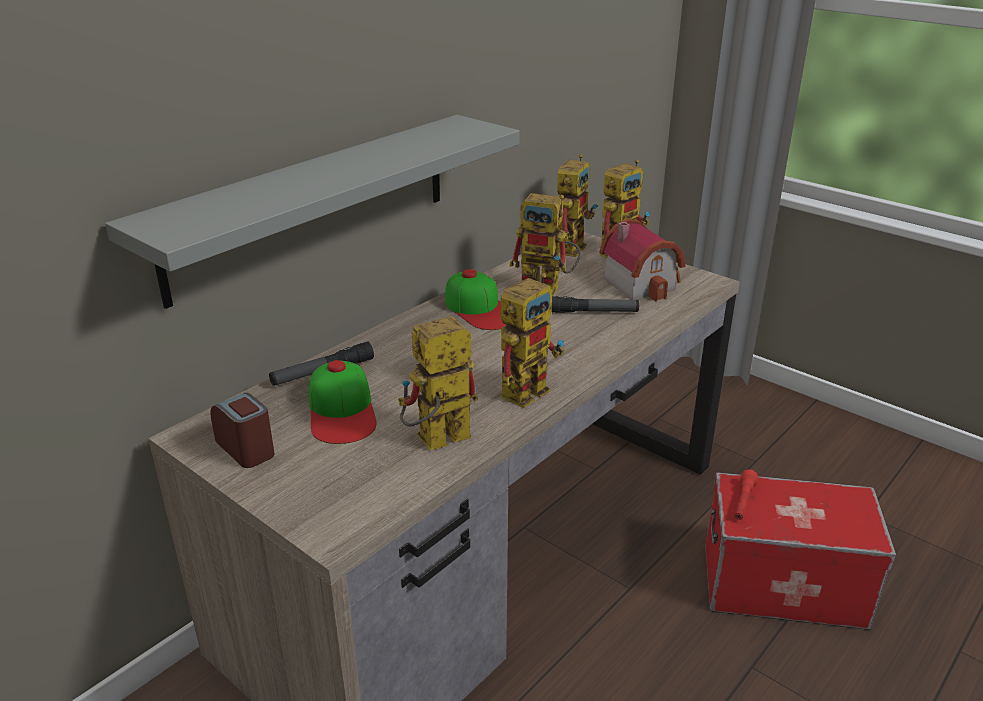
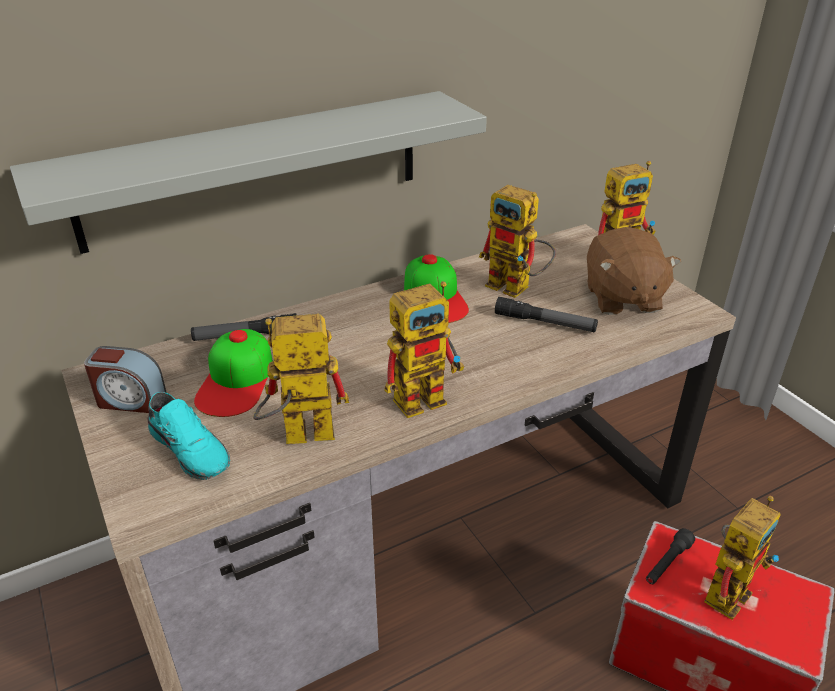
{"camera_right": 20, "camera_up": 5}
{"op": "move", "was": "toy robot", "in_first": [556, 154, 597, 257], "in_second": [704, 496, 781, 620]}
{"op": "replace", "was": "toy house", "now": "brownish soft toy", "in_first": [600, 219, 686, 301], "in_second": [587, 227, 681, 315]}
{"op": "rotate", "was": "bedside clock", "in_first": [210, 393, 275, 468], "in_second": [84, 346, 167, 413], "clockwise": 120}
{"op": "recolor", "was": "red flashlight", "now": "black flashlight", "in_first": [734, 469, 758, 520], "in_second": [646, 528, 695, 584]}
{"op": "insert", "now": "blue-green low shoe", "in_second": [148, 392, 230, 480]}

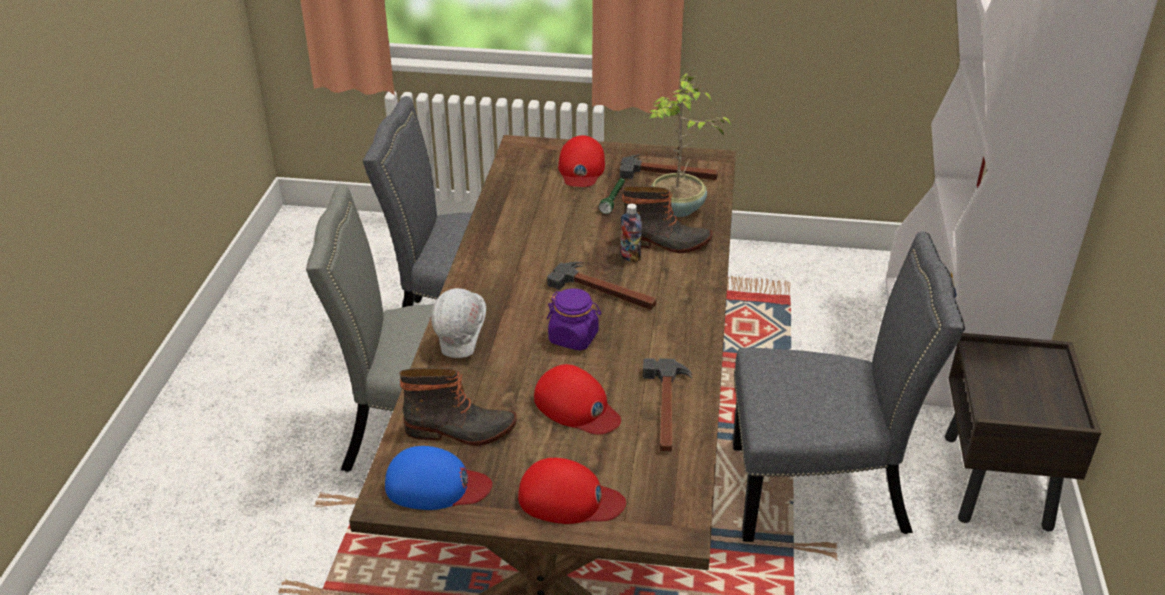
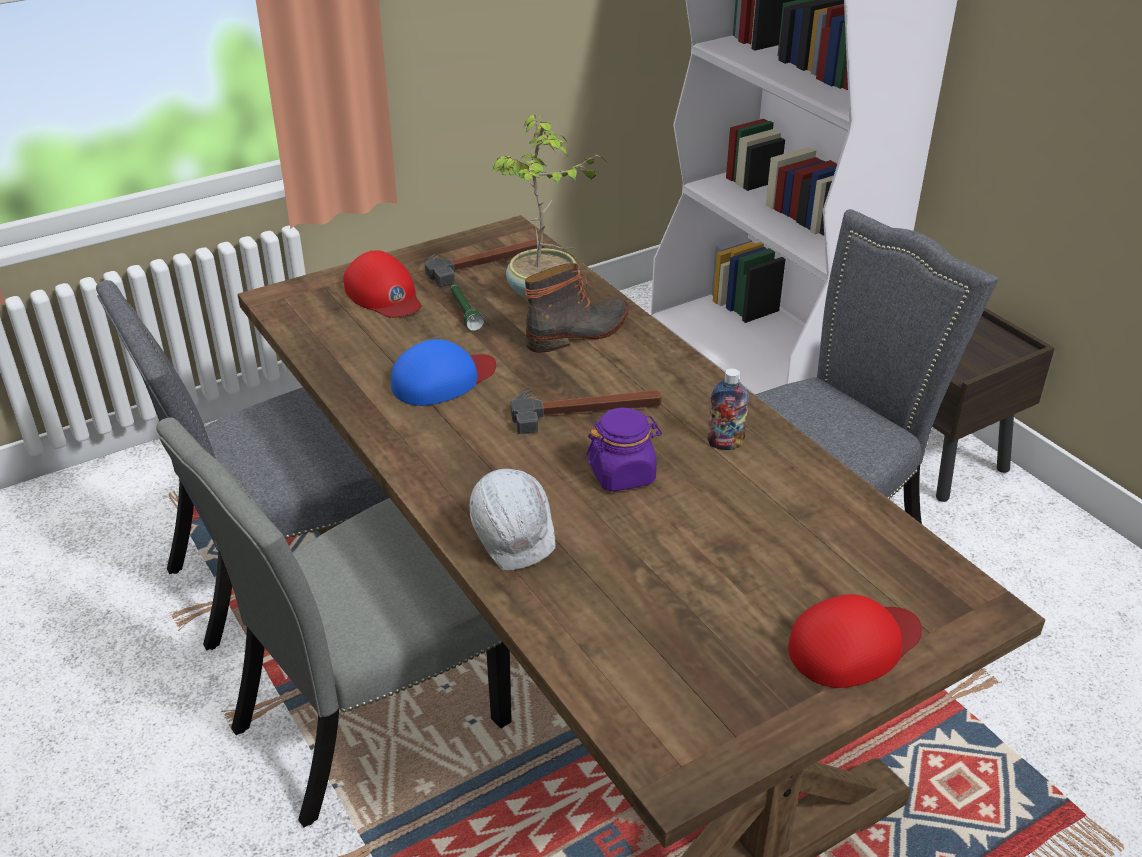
{"camera_right": -40, "camera_up": 0}
{"op": "move", "was": "beverage bottle", "in_first": [620, 204, 642, 262], "in_second": [707, 368, 749, 450]}
{"op": "delete", "was": "hand hammer", "in_first": [643, 358, 692, 452]}
{"op": "delete", "was": "red cap", "in_first": [534, 364, 621, 435]}
{"op": "delete", "was": "high-top boot", "in_first": [399, 368, 517, 446]}
{"op": "move", "was": "blue-coloured cap", "in_first": [385, 446, 492, 510], "in_second": [391, 339, 496, 406]}

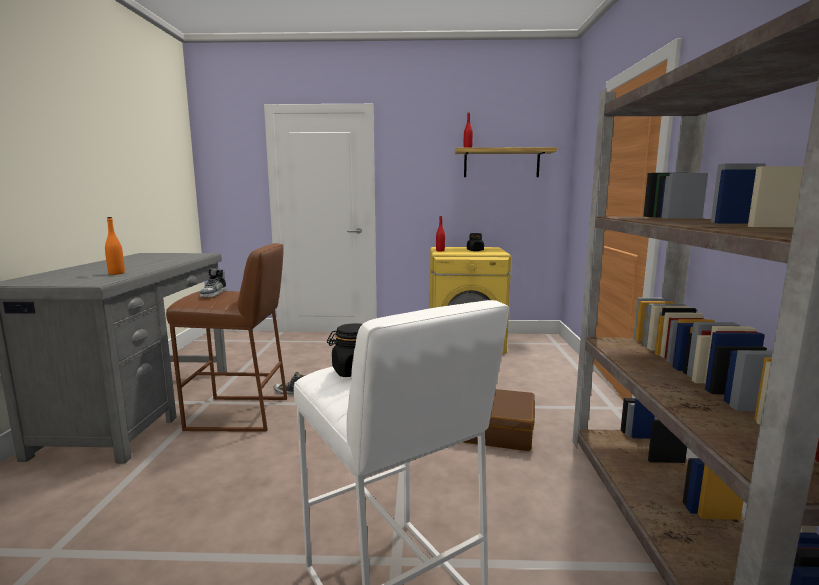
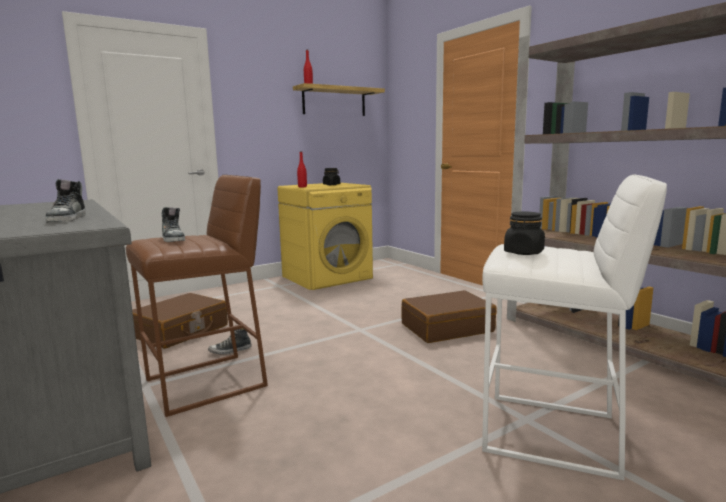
{"camera_right": -35, "camera_up": 0}
{"op": "replace", "was": "orange-coloured beverage bottle", "now": "low shoe", "in_first": [105, 217, 125, 275], "in_second": [45, 179, 86, 222]}
{"op": "insert", "now": "brownish travel case", "in_second": [132, 293, 228, 349]}

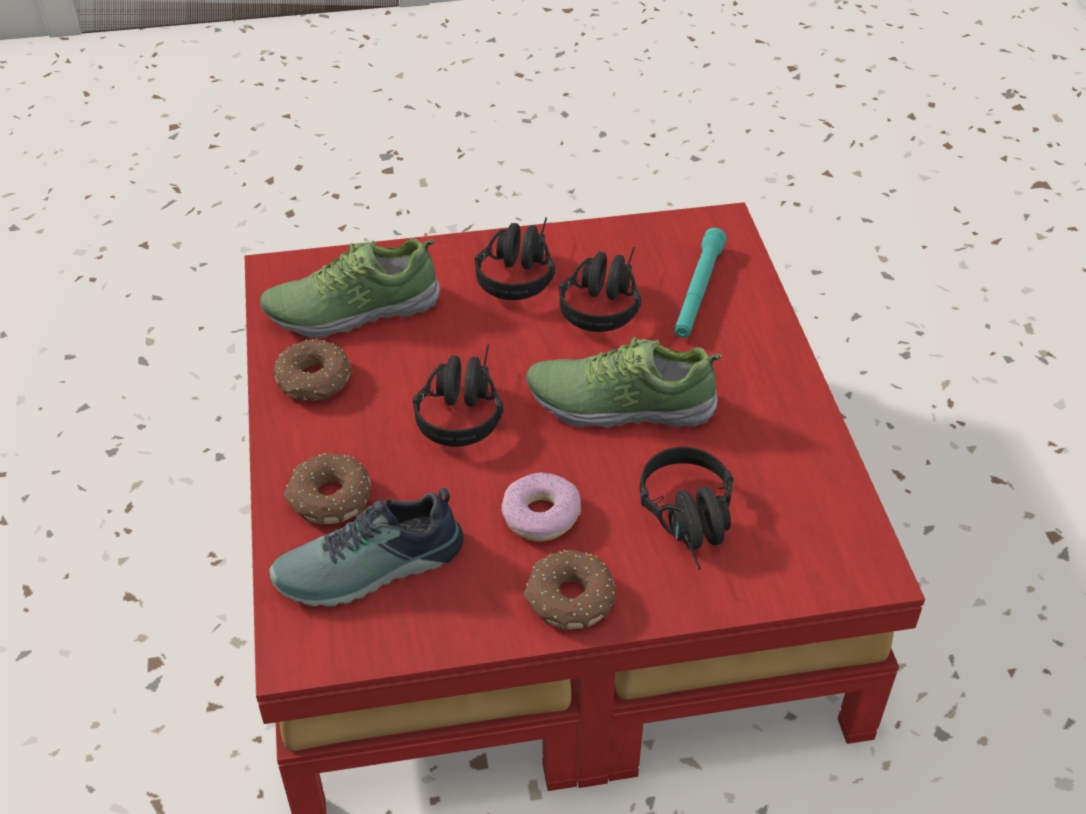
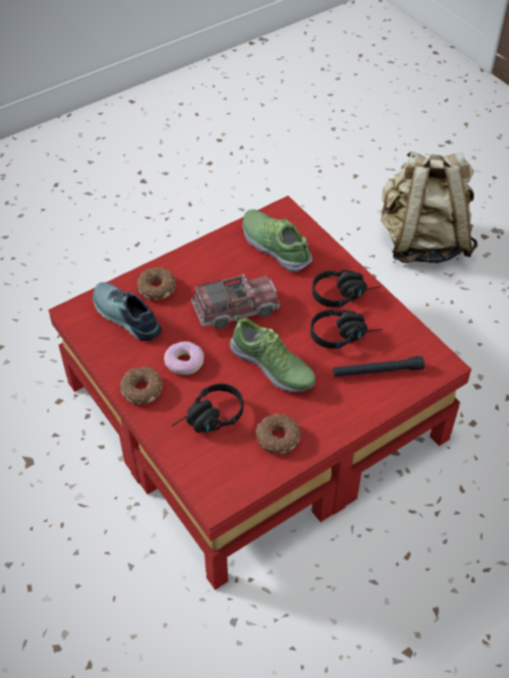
{"camera_right": 65, "camera_up": 5}
{"op": "recolor", "was": "blue-green flashlight", "now": "black flashlight", "in_first": [674, 228, 727, 338], "in_second": [333, 356, 425, 377]}
{"op": "rotate", "was": "low shoe", "in_first": [526, 337, 722, 428], "in_second": [230, 315, 316, 392], "clockwise": 150}
{"op": "move", "was": "donut", "in_first": [274, 339, 352, 401], "in_second": [255, 413, 301, 454]}
{"op": "replace", "was": "black headset", "now": "model truck", "in_first": [413, 344, 503, 447], "in_second": [191, 274, 280, 329]}
{"op": "insert", "now": "sand-coloured knapsack", "in_second": [381, 151, 478, 263]}

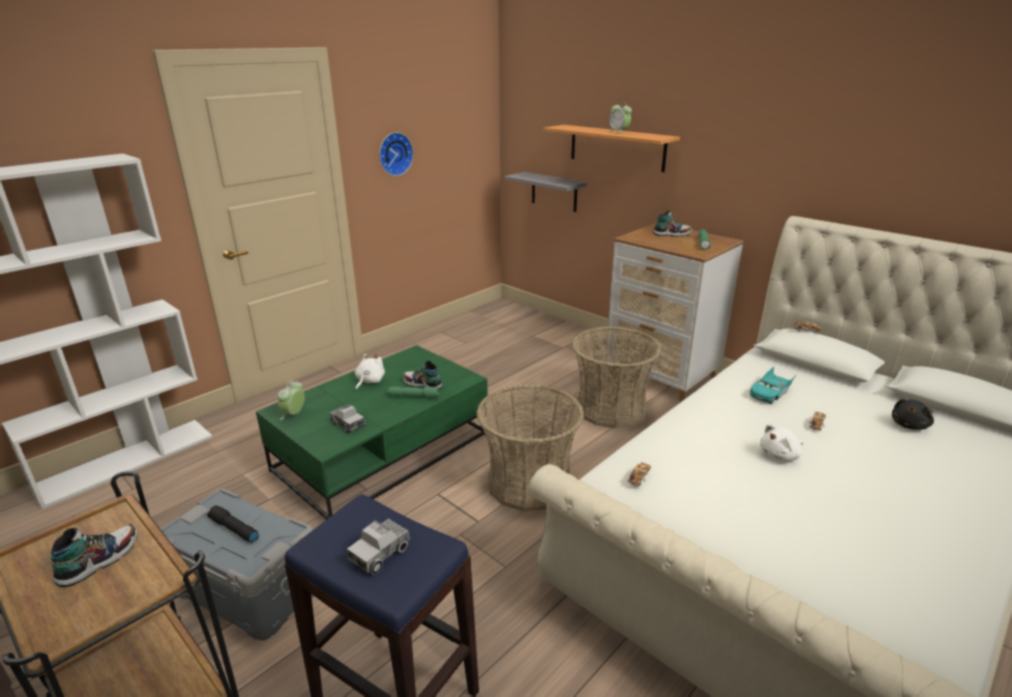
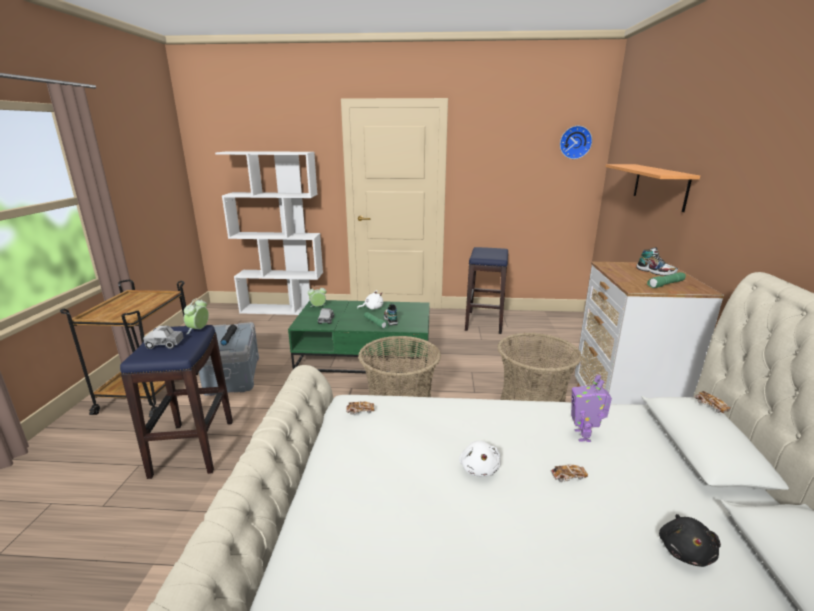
{"camera_right": 50, "camera_up": -5}
{"op": "move", "was": "bedside clock", "in_first": [609, 101, 632, 134], "in_second": [184, 298, 209, 335]}
{"op": "move", "was": "wall clock", "in_first": [379, 132, 413, 176], "in_second": [560, 126, 592, 159]}
{"op": "delete", "was": "greyish wall shelf", "in_first": [505, 172, 587, 212]}
{"op": "replace", "was": "blue-green model car", "now": "toy robot", "in_first": [750, 367, 797, 404], "in_second": [571, 374, 612, 442]}
{"op": "rotate", "was": "black soft toy", "in_first": [892, 399, 934, 430], "in_second": [659, 514, 721, 567], "clockwise": -75}
{"op": "rotate", "was": "white soft toy", "in_first": [760, 424, 803, 461], "in_second": [459, 440, 501, 477], "clockwise": -120}
{"op": "delete", "was": "low shoe", "in_first": [51, 524, 137, 587]}
{"op": "insert", "now": "stool", "in_second": [465, 247, 508, 334]}

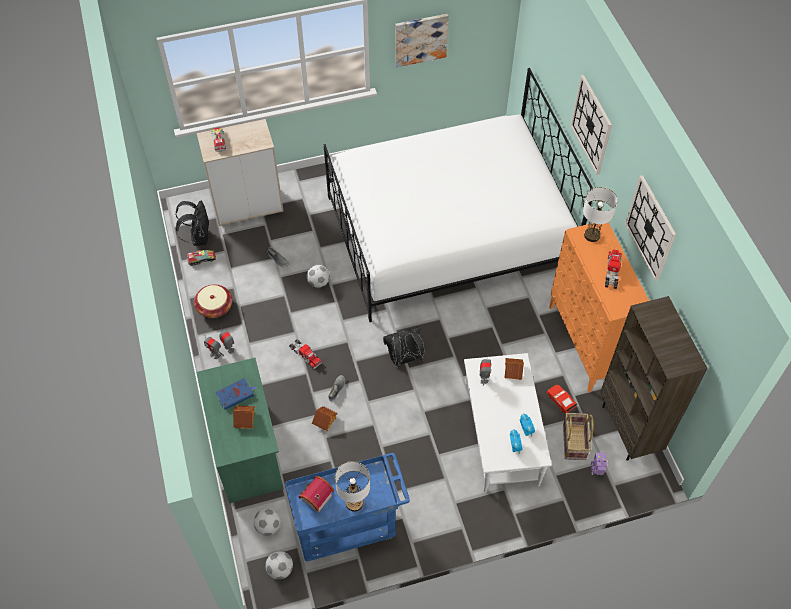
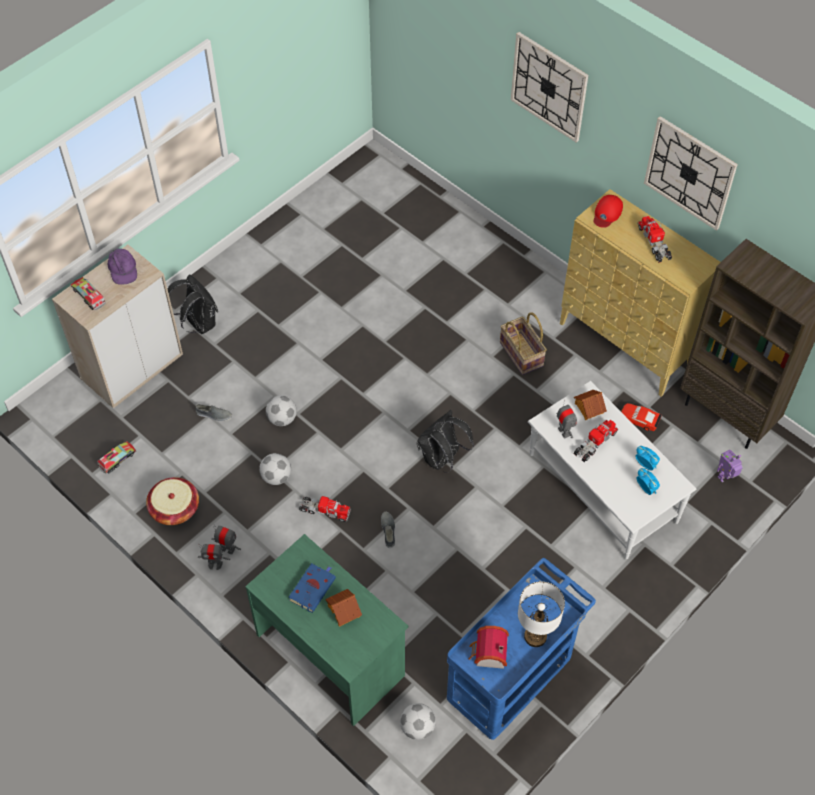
{"camera_right": -30, "camera_up": 0}
{"op": "delete", "was": "wall art", "in_first": [395, 14, 449, 67]}
{"op": "delete", "was": "white bed", "in_first": [323, 68, 593, 322]}
{"op": "replace", "was": "lamp for a table", "now": "red cap", "in_first": [583, 187, 618, 242], "in_second": [594, 195, 623, 228]}
{"op": "move", "was": "black knapsack", "in_first": [175, 201, 210, 246], "in_second": [167, 274, 218, 334]}
{"op": "recolor", "was": "orange-coloured chest of drawers", "now": "sand-coloured chest of drawers", "in_first": [549, 222, 649, 393], "in_second": [560, 189, 721, 397]}
{"op": "delete", "was": "toy house", "in_first": [312, 406, 338, 431]}
{"op": "move", "was": "household basket", "in_first": [563, 413, 594, 460], "in_second": [500, 312, 547, 375]}
{"op": "move", "was": "football", "in_first": [265, 551, 293, 580], "in_second": [259, 453, 291, 485]}
{"op": "insert", "now": "purple-coloured cap", "in_second": [108, 249, 137, 285]}
{"op": "insert", "now": "model truck", "in_second": [574, 420, 618, 463]}

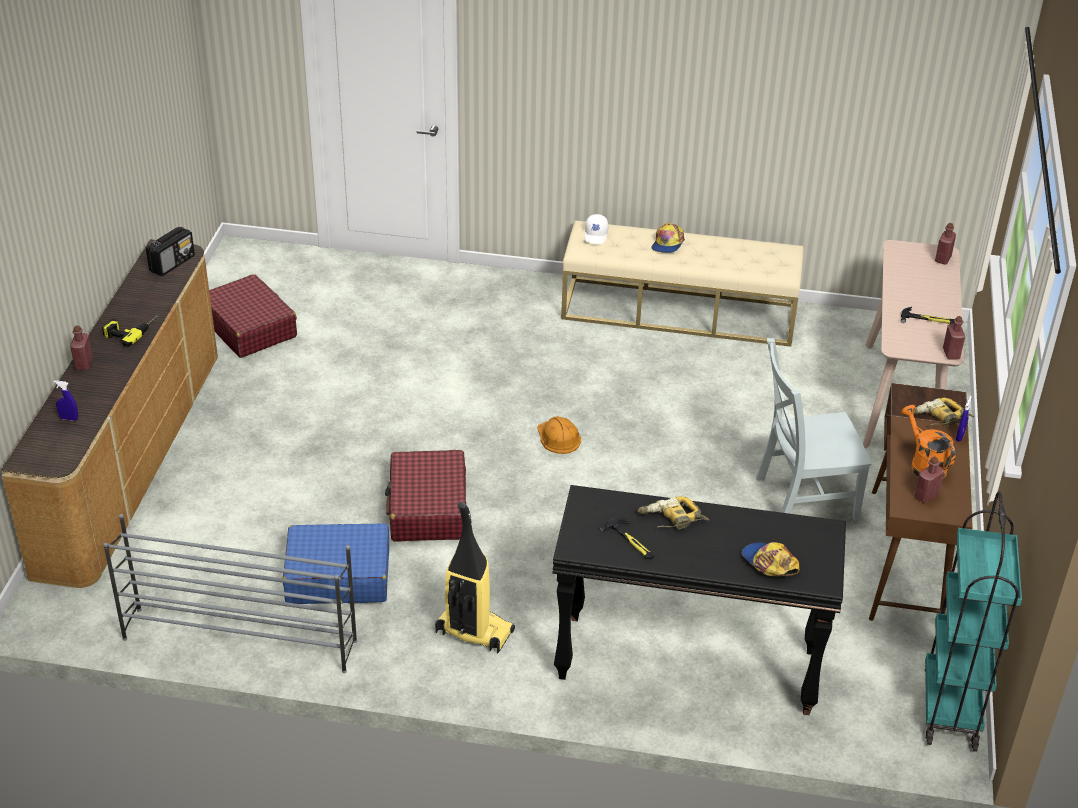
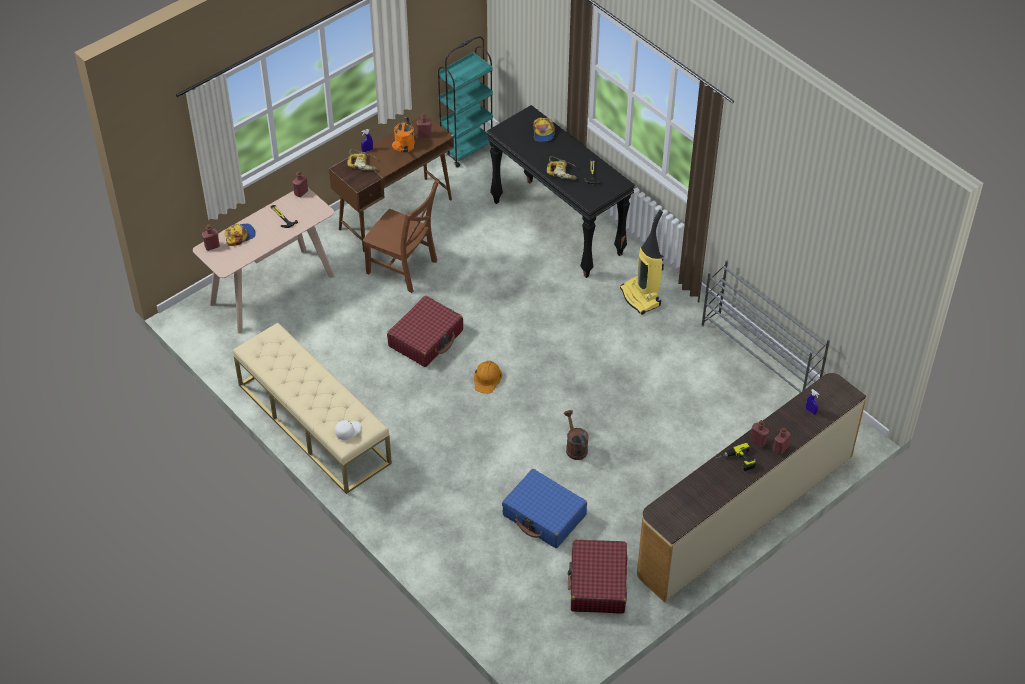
{"camera_right": -140, "camera_up": 10}
{"op": "move", "was": "cap", "in_first": [651, 223, 685, 253], "in_second": [224, 224, 256, 246]}
{"op": "delete", "was": "radio", "in_first": [146, 227, 195, 276]}
{"op": "recolor", "was": "greyish chair", "now": "brownish chair", "in_first": [756, 338, 872, 521], "in_second": [362, 180, 439, 293]}
{"op": "move", "was": "red travel case", "in_first": [385, 450, 466, 541], "in_second": [387, 296, 463, 367]}
{"op": "move", "was": "blue-coloured travel case", "in_first": [283, 523, 389, 604], "in_second": [502, 469, 587, 548]}
{"op": "insert", "now": "brownish watering can", "in_second": [564, 410, 589, 460]}
{"op": "insert", "now": "red beverage bottle", "in_second": [750, 420, 769, 448]}

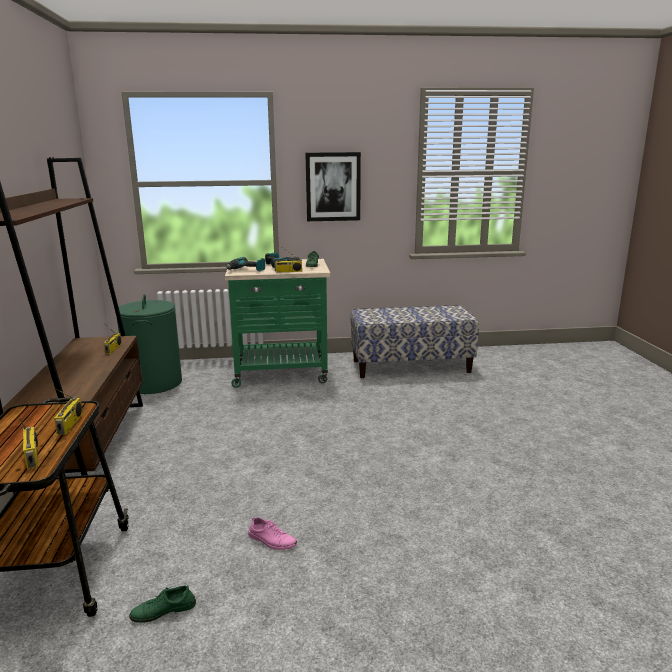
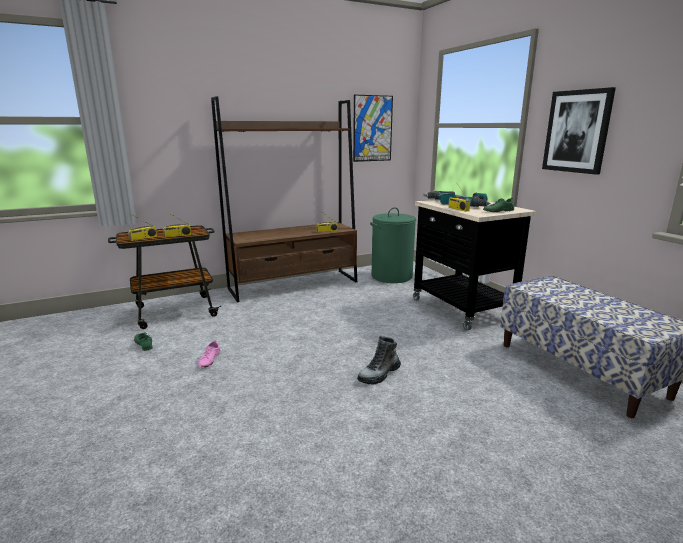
{"camera_right": 70, "camera_up": 0}
{"op": "recolor", "was": "green trolley", "now": "black trolley", "in_first": [225, 259, 330, 388], "in_second": [413, 199, 536, 331]}
{"op": "insert", "now": "wall art", "in_second": [353, 95, 393, 162]}
{"op": "insert", "now": "high-top boot", "in_second": [357, 336, 401, 385]}

